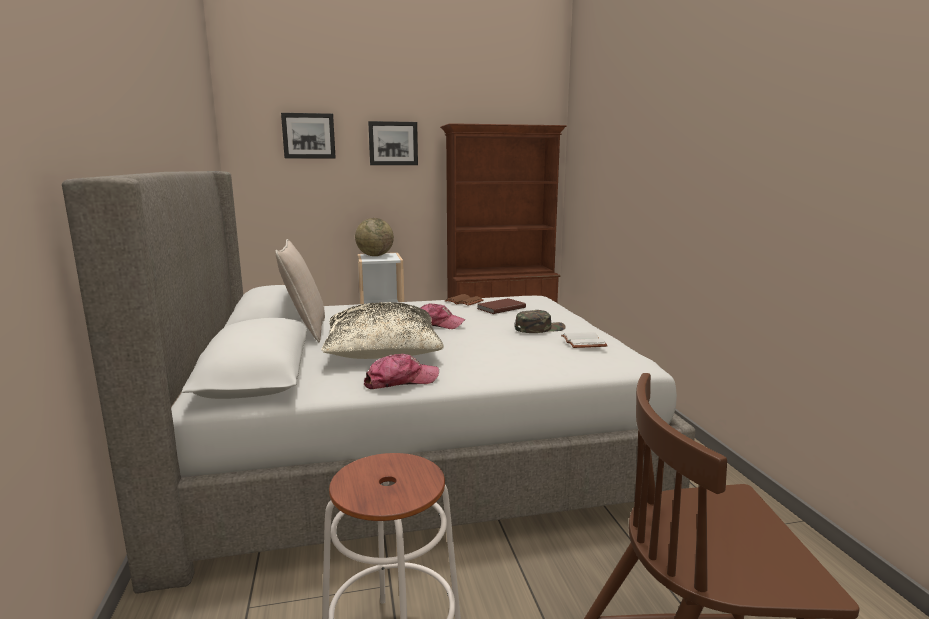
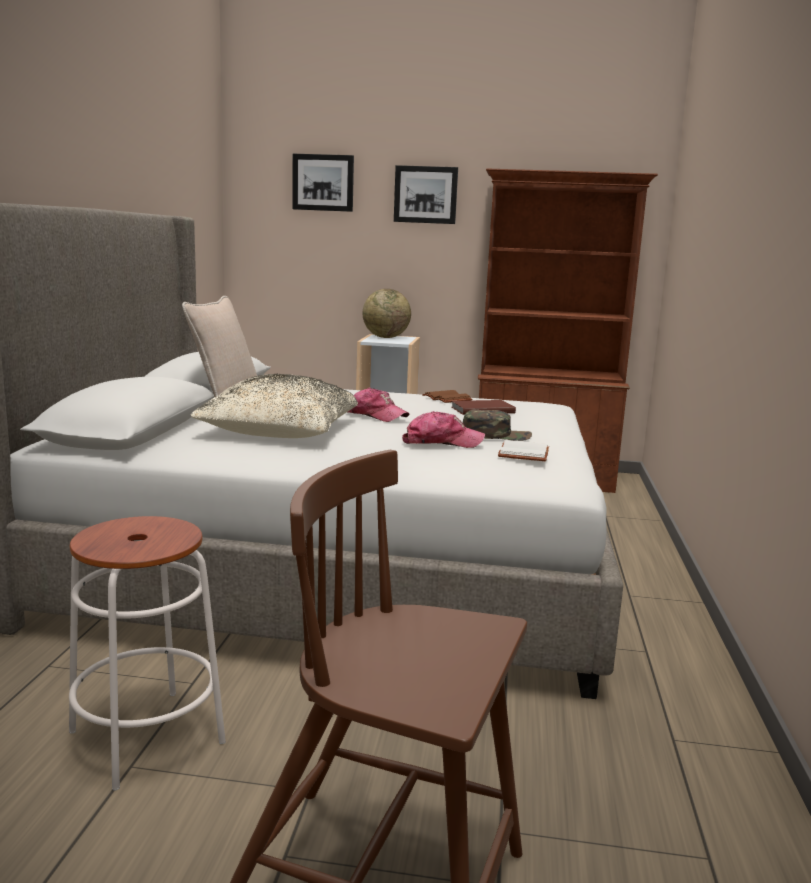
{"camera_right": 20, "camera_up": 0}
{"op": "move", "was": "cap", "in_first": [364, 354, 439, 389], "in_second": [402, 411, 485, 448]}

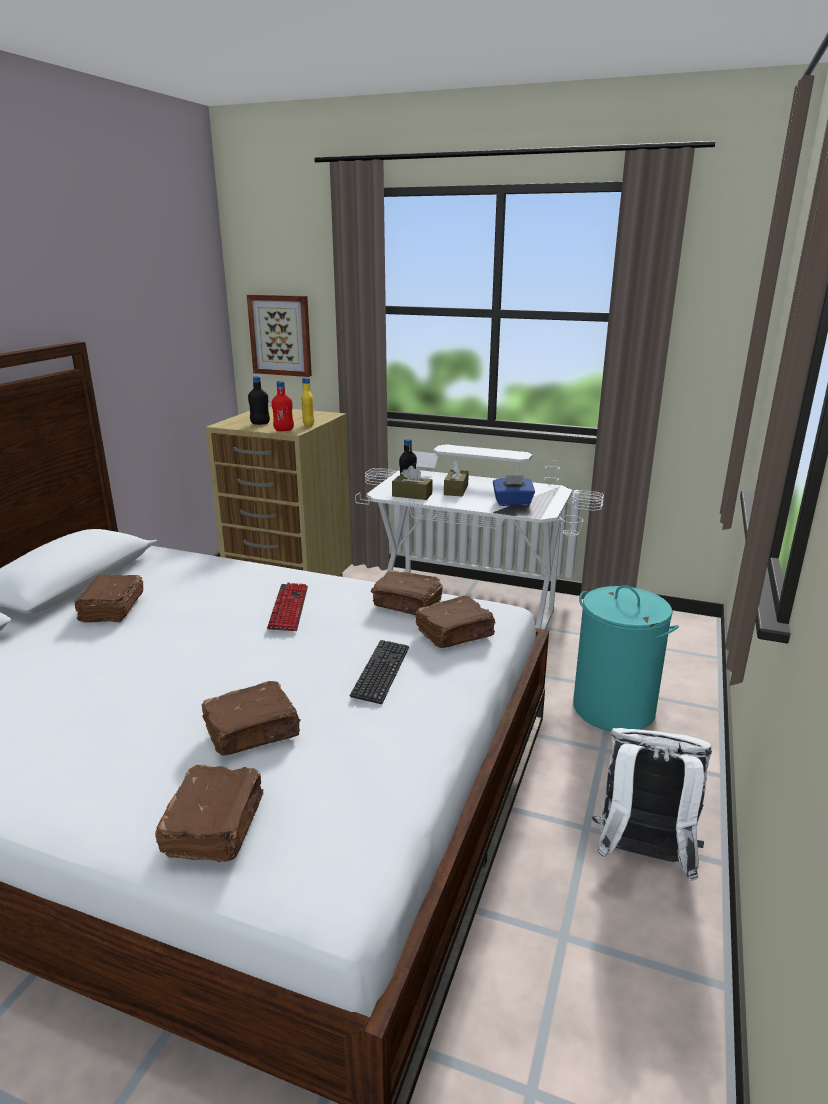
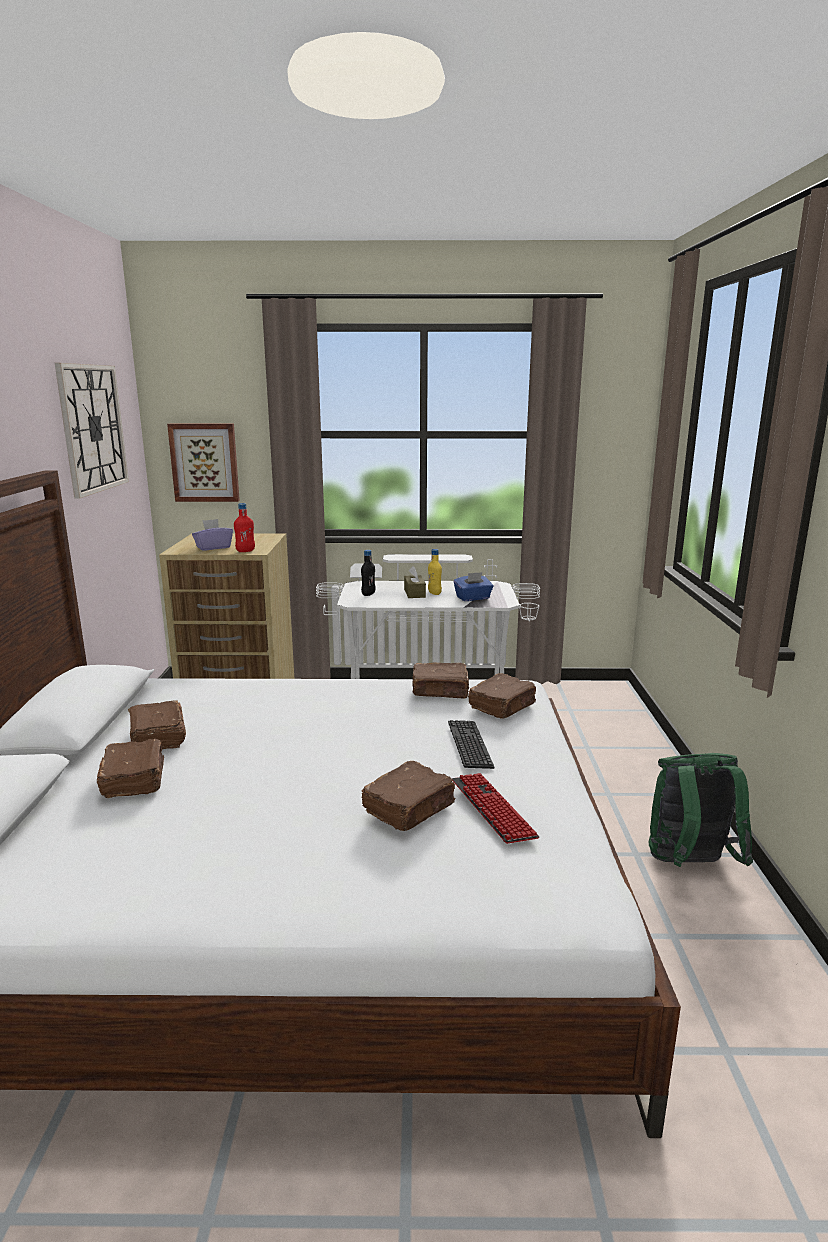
{"camera_right": -20, "camera_up": -5}
{"op": "replace", "was": "black beverage bottle", "now": "purple-coloured tissue box", "in_first": [248, 376, 270, 425], "in_second": [192, 519, 233, 551]}
{"op": "move", "was": "yellowish beverage bottle", "in_first": [301, 377, 314, 427], "in_second": [428, 549, 442, 595]}
{"op": "delete", "was": "brownish tissue box", "in_first": [392, 466, 432, 500]}
{"op": "move", "was": "computer keyboard", "in_first": [267, 582, 308, 631], "in_second": [452, 773, 539, 844]}
{"op": "delete", "was": "blue-green hamper", "in_first": [573, 585, 679, 731]}
{"op": "recolor", "was": "white knapsack", "now": "green knapsack", "in_first": [592, 728, 712, 881], "in_second": [649, 753, 753, 867]}
{"op": "move", "was": "brownish volume", "in_first": [155, 765, 263, 862], "in_second": [97, 739, 164, 798]}
{"op": "insert", "now": "wall clock", "in_second": [55, 363, 129, 499]}

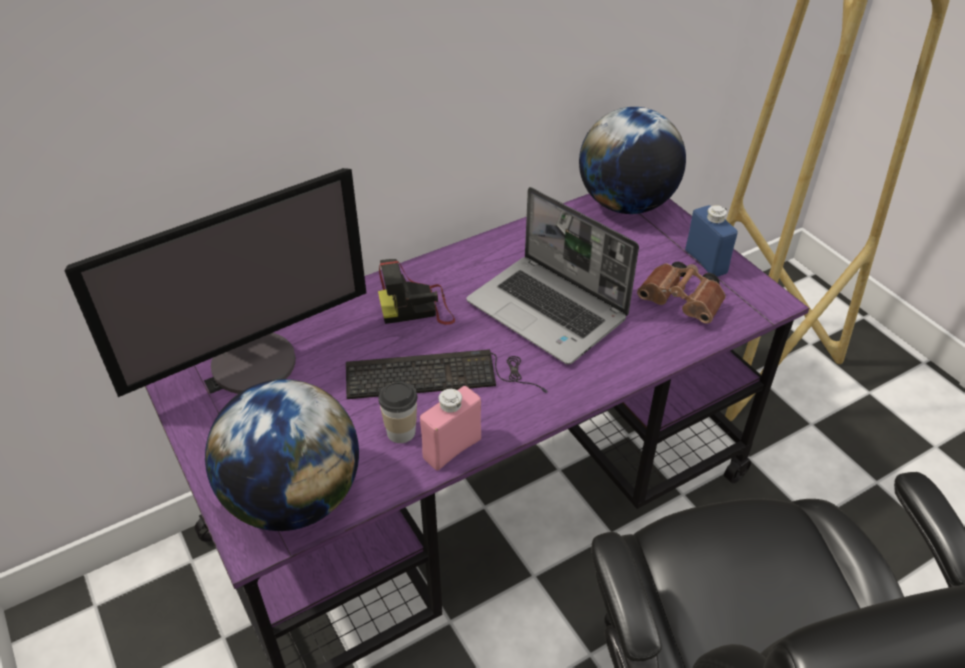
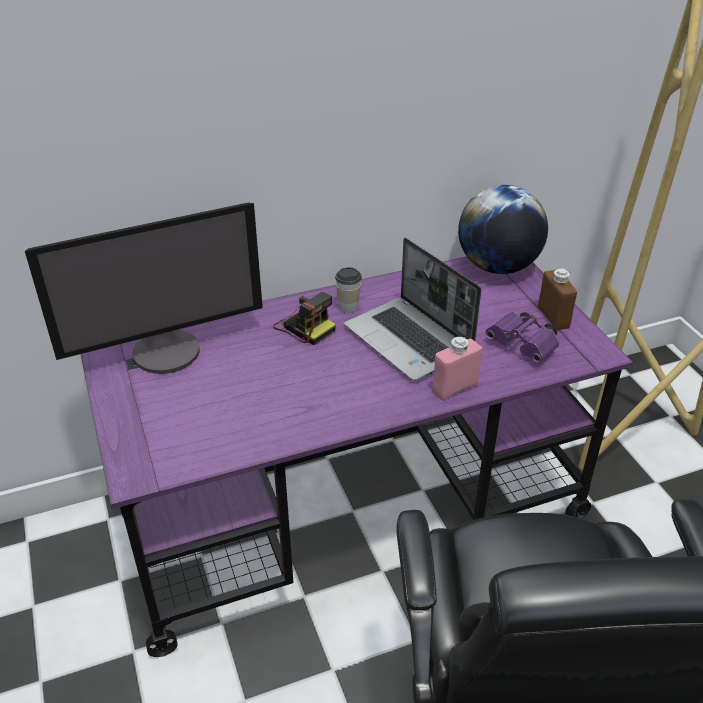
{"camera_right": 10, "camera_up": -5}
{"op": "recolor", "was": "blue-coloured beverage bottle", "now": "brownish beverage bottle", "in_first": [685, 205, 738, 277], "in_second": [538, 268, 577, 330]}
{"op": "rotate", "was": "photo camera", "in_first": [378, 259, 455, 325], "in_second": [273, 292, 336, 345], "clockwise": -135}
{"op": "recolor", "was": "brownish binoculars", "now": "purple-coloured binoculars", "in_first": [637, 261, 726, 323], "in_second": [486, 312, 560, 363]}
{"op": "delete", "was": "computer keyboard", "in_first": [346, 349, 548, 399]}
{"op": "delete", "was": "globe", "in_first": [205, 379, 359, 531]}
{"op": "move", "was": "cup", "in_first": [378, 382, 417, 443], "in_second": [335, 267, 362, 313]}
{"op": "move", "was": "pink beverage bottle", "in_first": [420, 386, 481, 470], "in_second": [432, 337, 482, 400]}

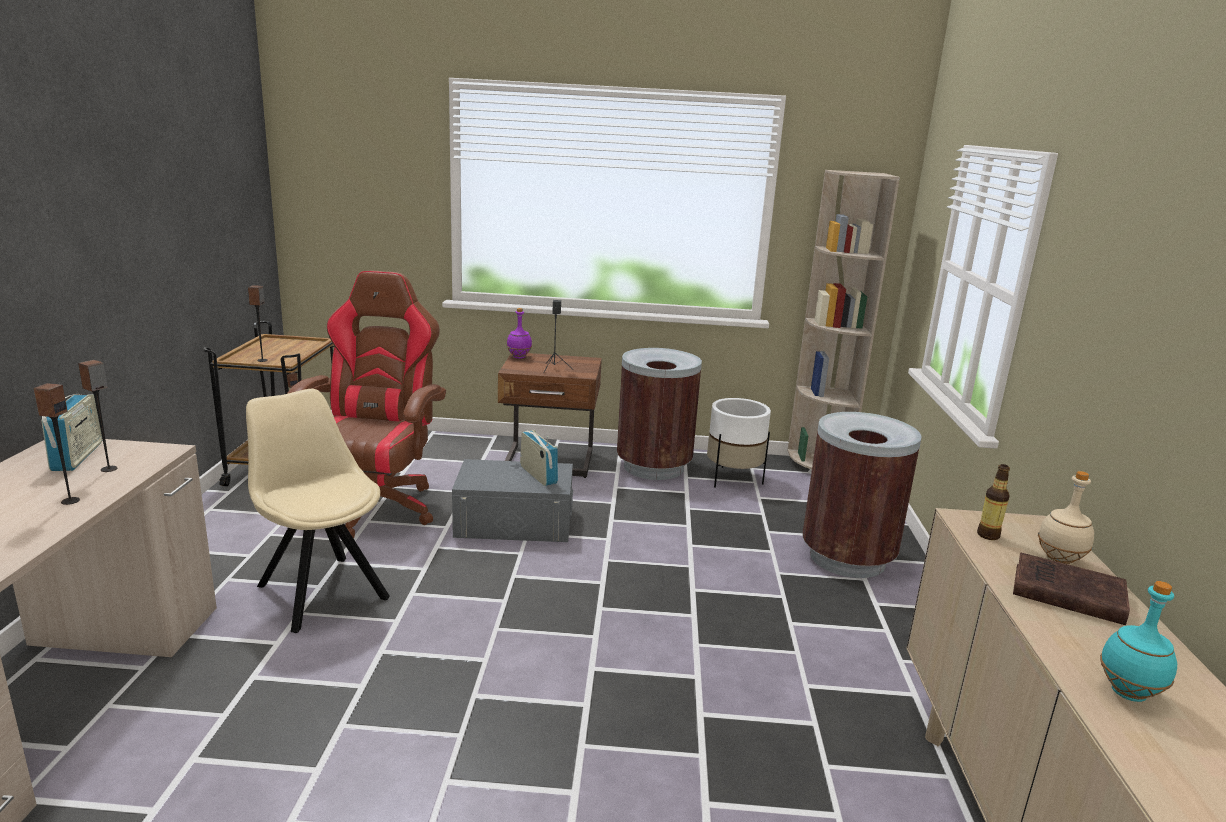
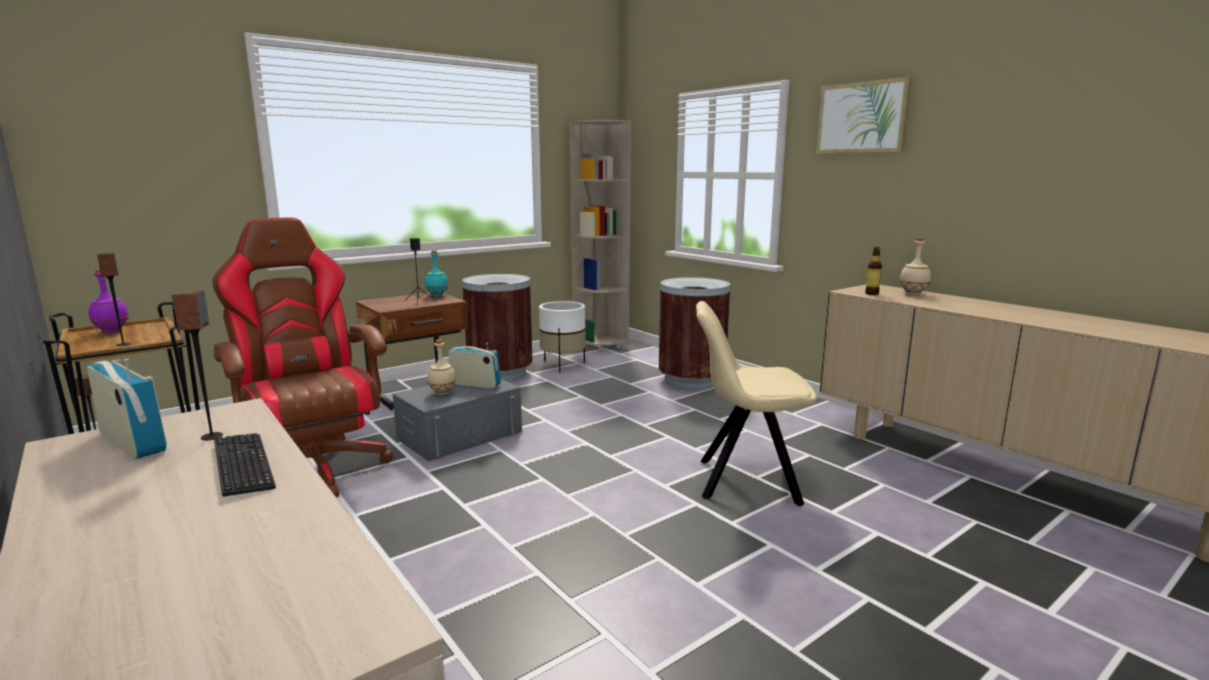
{"camera_right": -40, "camera_up": -5}
{"op": "move", "was": "purple-coloured beverage bottle", "in_first": [507, 308, 532, 359], "in_second": [88, 269, 129, 333]}
{"op": "replace", "was": "speaker", "now": "computer keyboard", "in_first": [33, 383, 80, 505], "in_second": [214, 433, 276, 497]}
{"op": "move", "was": "sand-coloured chair", "in_first": [246, 389, 390, 633], "in_second": [696, 301, 817, 506]}
{"op": "delete", "was": "brownish volume", "in_first": [1013, 552, 1130, 625]}
{"op": "move", "was": "blue-green beverage bottle", "in_first": [1100, 581, 1177, 702], "in_second": [425, 250, 448, 297]}
{"op": "insert", "now": "wall art", "in_second": [816, 77, 912, 153]}
{"op": "insert", "now": "sand-coloured beverage bottle", "in_second": [428, 339, 456, 395]}

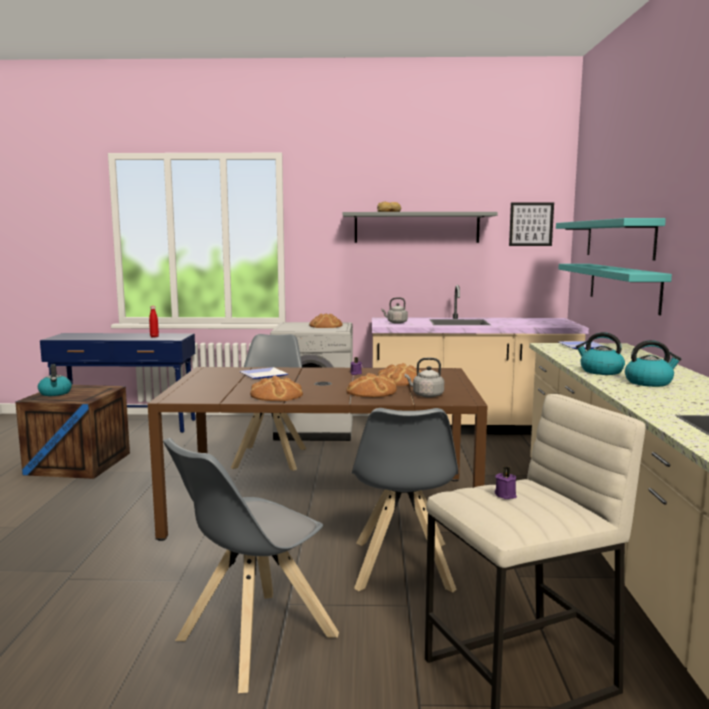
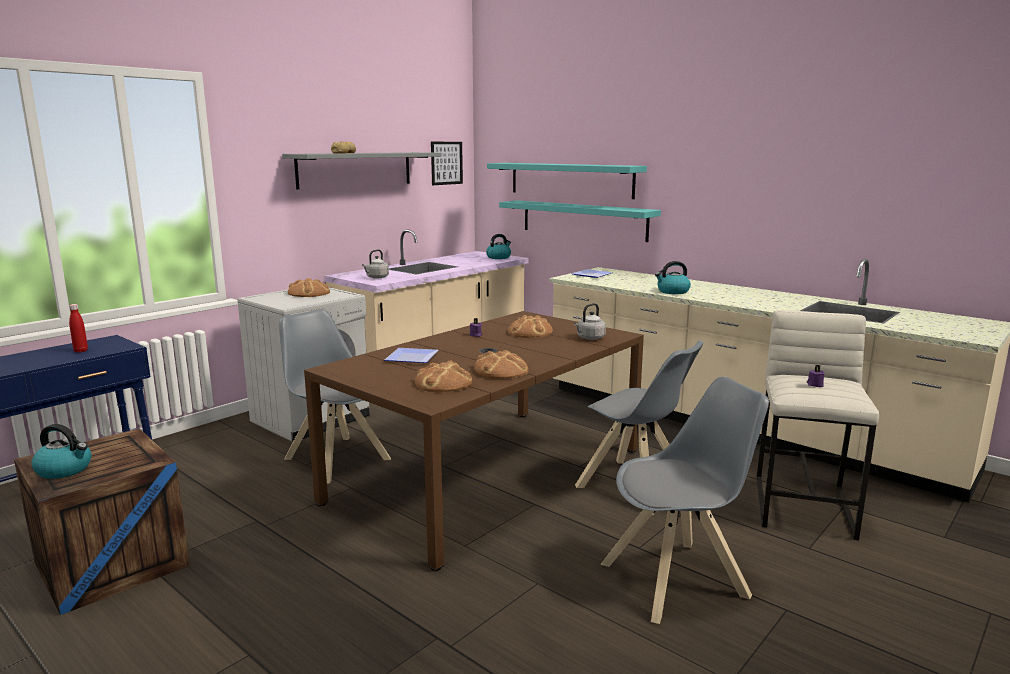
{"camera_right": -50, "camera_up": 5}
{"op": "move", "was": "kettle", "in_first": [625, 340, 681, 387], "in_second": [486, 234, 511, 259]}
{"op": "move", "was": "bread", "in_first": [346, 373, 397, 397], "in_second": [415, 361, 472, 392]}
{"op": "rotate", "was": "greyish chair", "in_first": [163, 438, 339, 693], "in_second": [600, 377, 769, 624], "clockwise": -105}

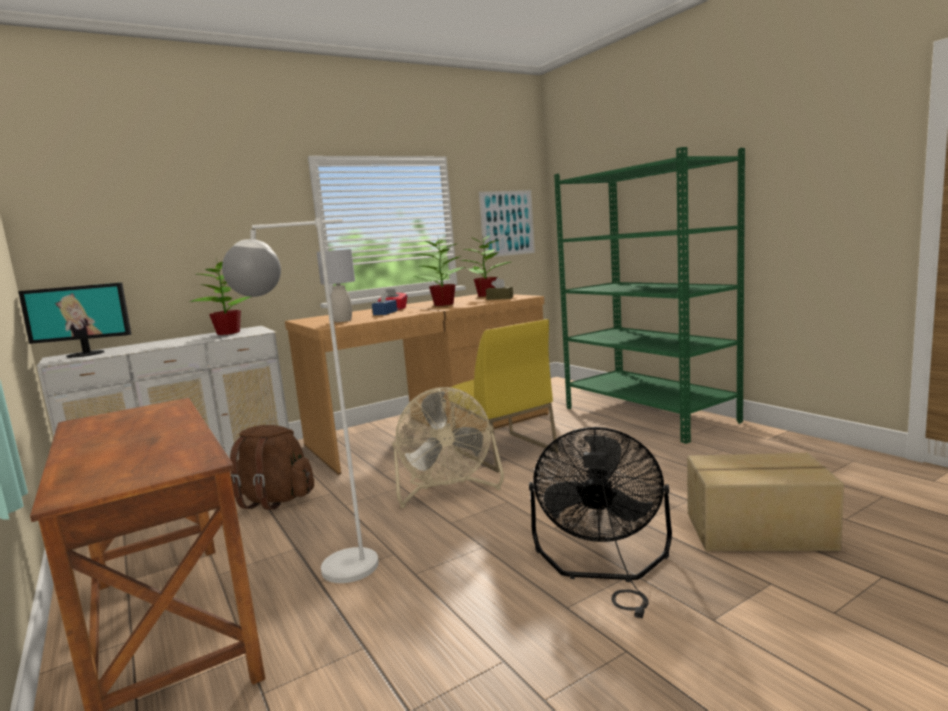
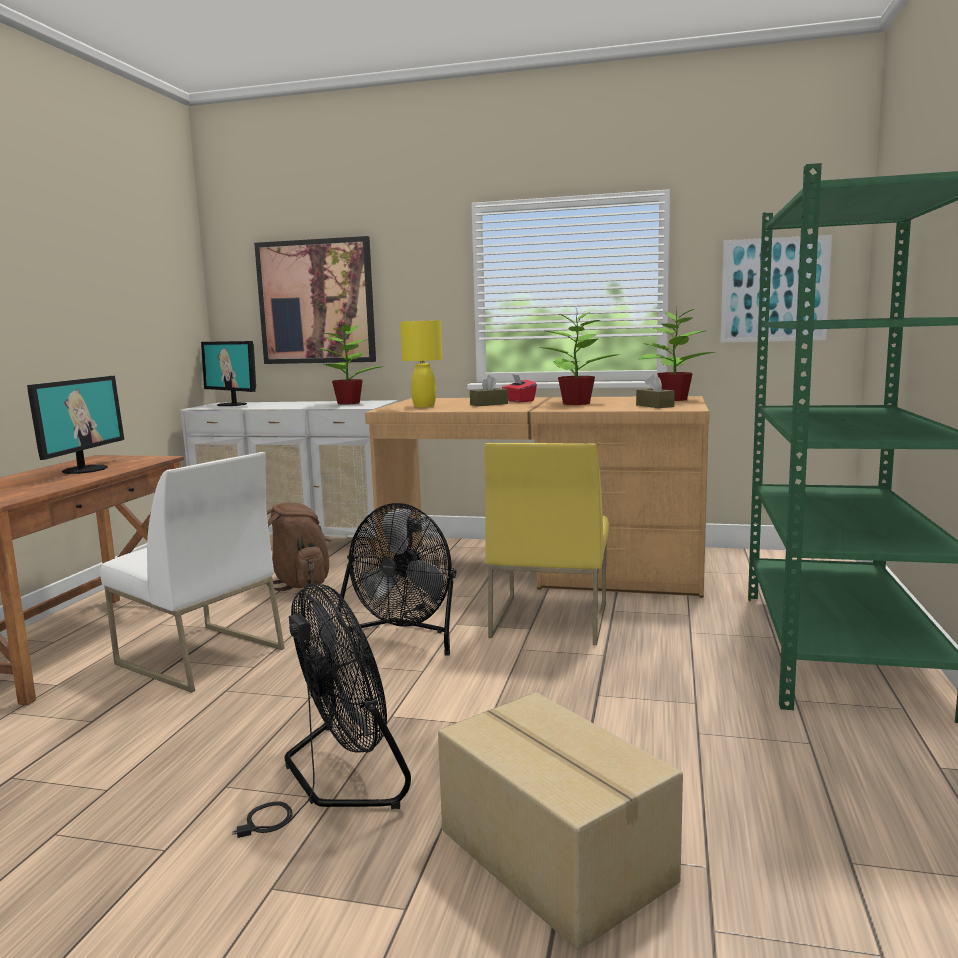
{"camera_right": 45, "camera_up": 0}
{"op": "replace", "was": "white standard lamp", "now": "white chair", "in_first": [222, 218, 379, 583], "in_second": [100, 452, 285, 693]}
{"op": "recolor", "was": "greyish lamp for a table", "now": "yellowish lamp for a table", "in_first": [317, 249, 355, 322], "in_second": [400, 320, 443, 407]}
{"op": "recolor", "was": "blue-coloured tissue box", "now": "brownish tissue box", "in_first": [372, 291, 397, 315], "in_second": [470, 375, 508, 406]}
{"op": "recolor", "was": "sand-coloured cooling fan", "now": "black cooling fan", "in_first": [392, 387, 504, 508], "in_second": [336, 503, 457, 655]}
{"op": "insert", "now": "wall art", "in_second": [254, 236, 376, 364]}
{"op": "insert", "now": "computer display", "in_second": [27, 376, 124, 474]}

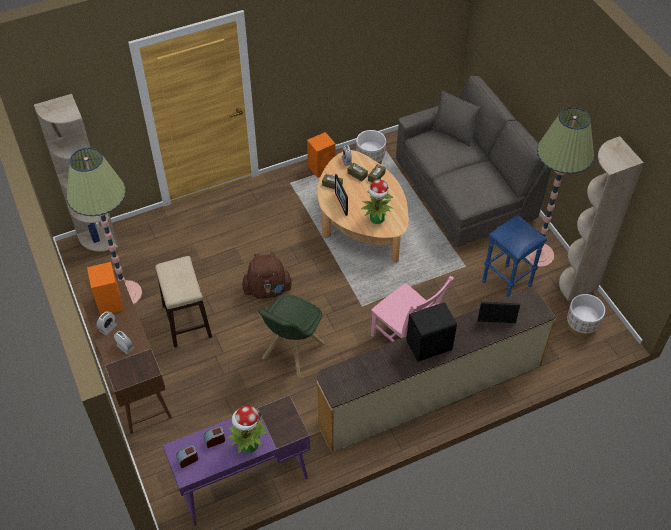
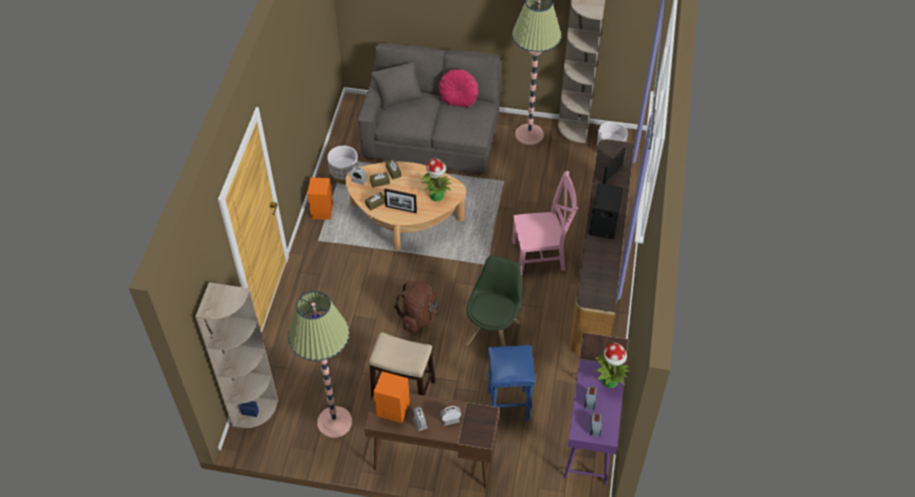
{"camera_right": -55, "camera_up": 0}
{"op": "move", "was": "blue-coloured stool", "in_first": [482, 215, 547, 297], "in_second": [488, 345, 536, 422]}
{"op": "rotate", "was": "green chair", "in_first": [258, 294, 325, 377], "in_second": [465, 255, 522, 346], "clockwise": -135}
{"op": "insert", "now": "pink pillow", "in_second": [439, 69, 478, 107]}

